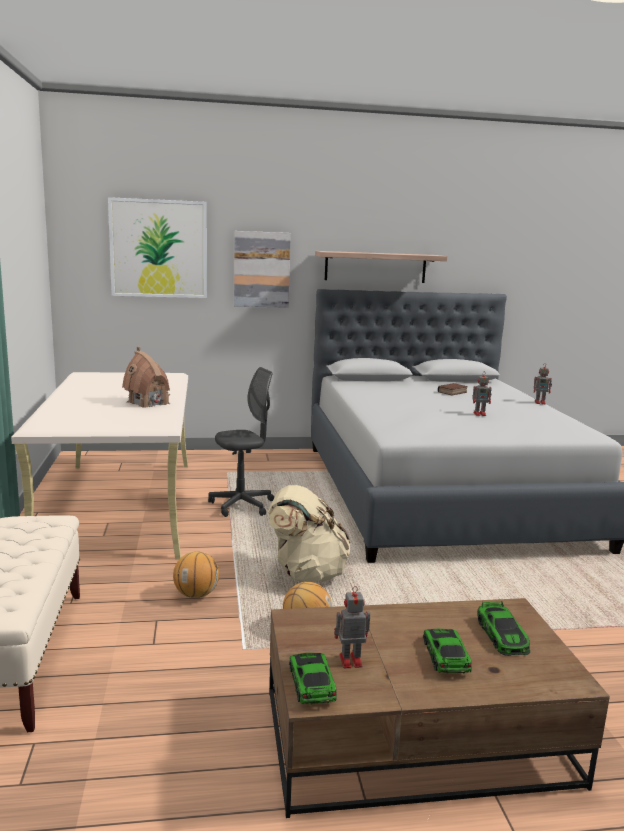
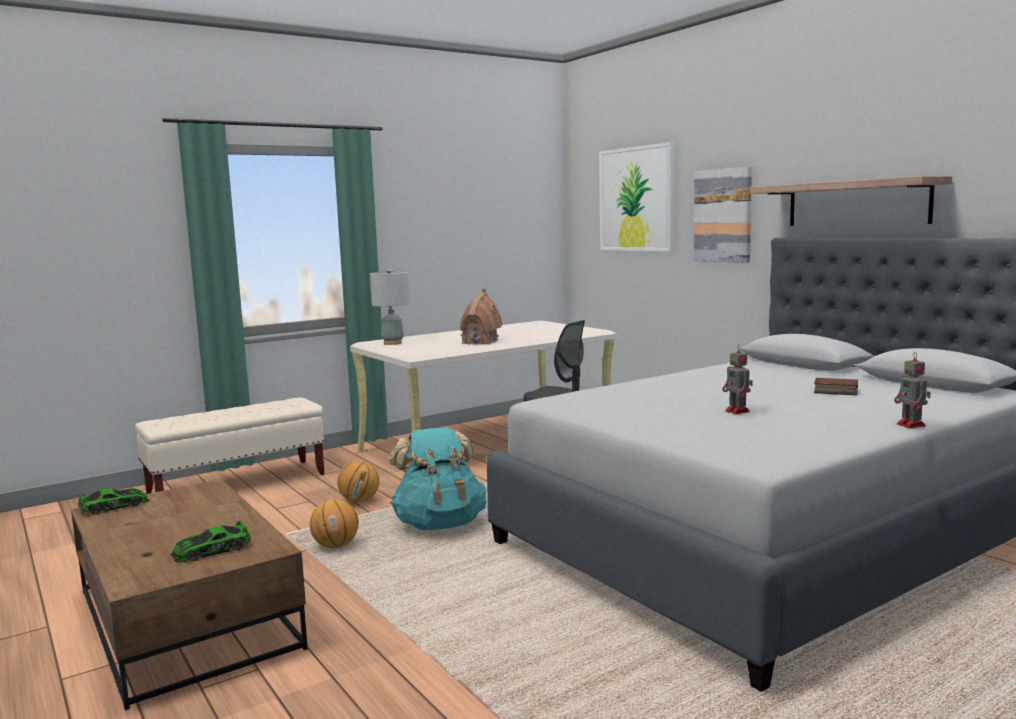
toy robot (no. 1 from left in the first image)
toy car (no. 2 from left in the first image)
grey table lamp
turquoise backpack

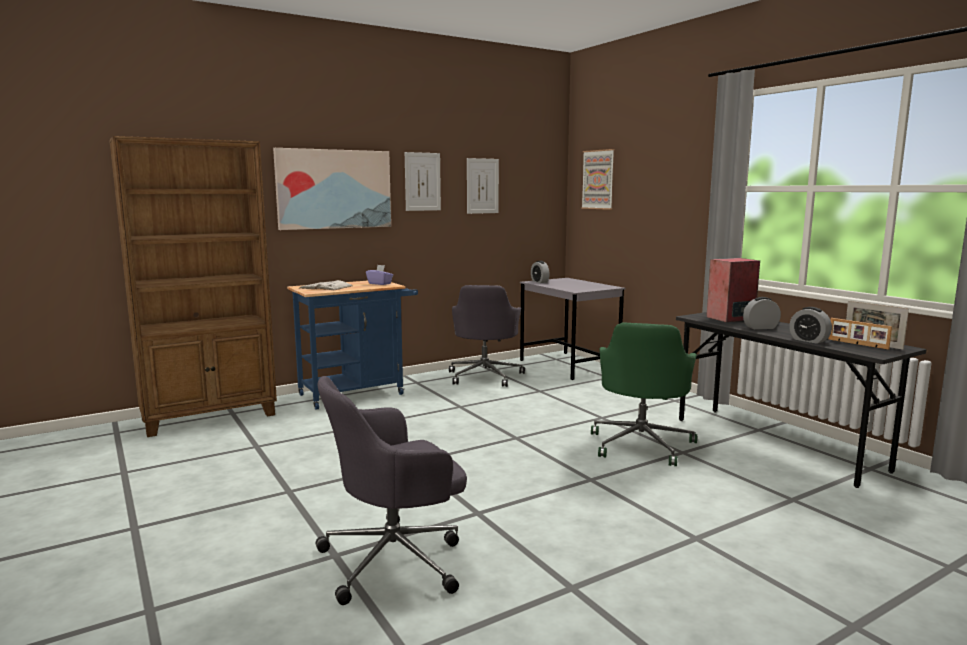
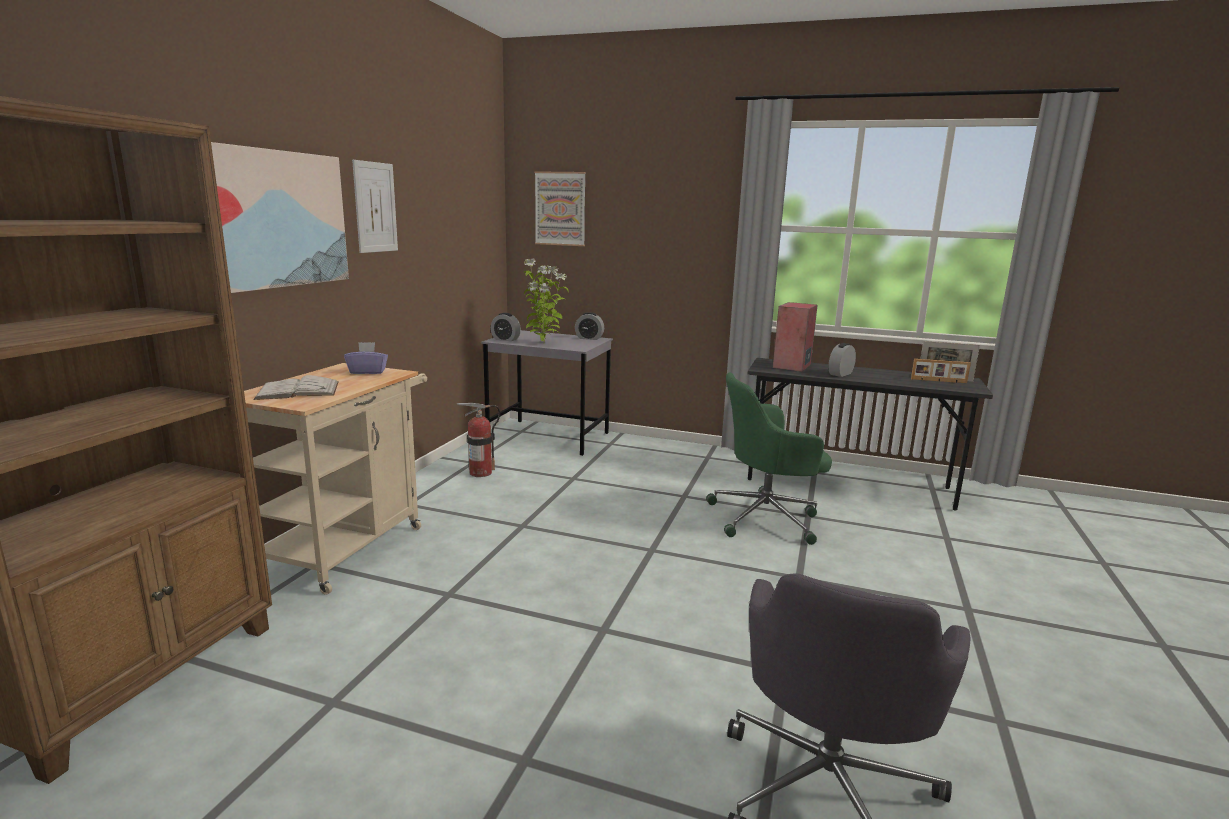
picture (no. 3 from left in the first image)
potted plant
alarm clock (no. 2 from left)
fire extinguisher
beige cart
green office chair

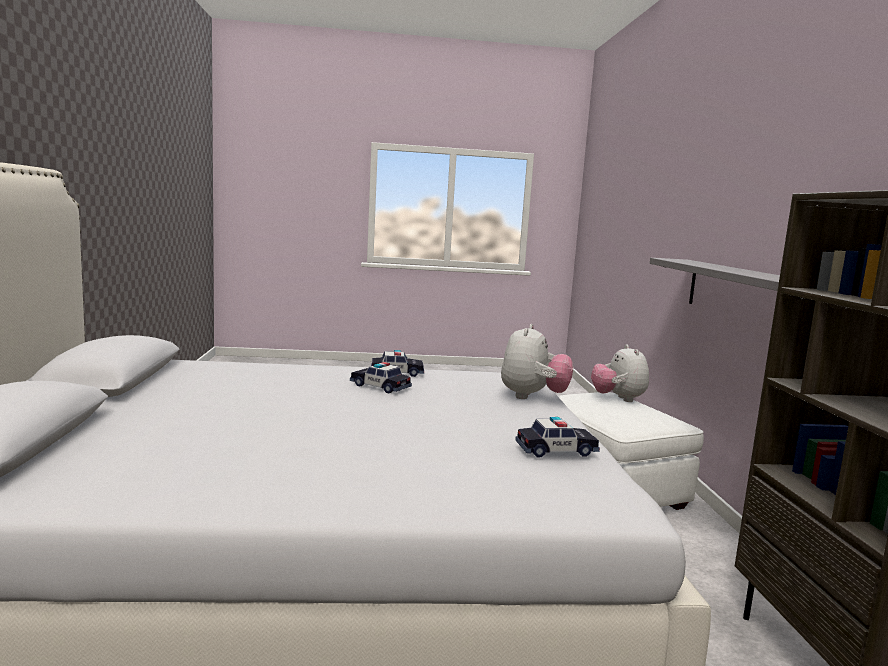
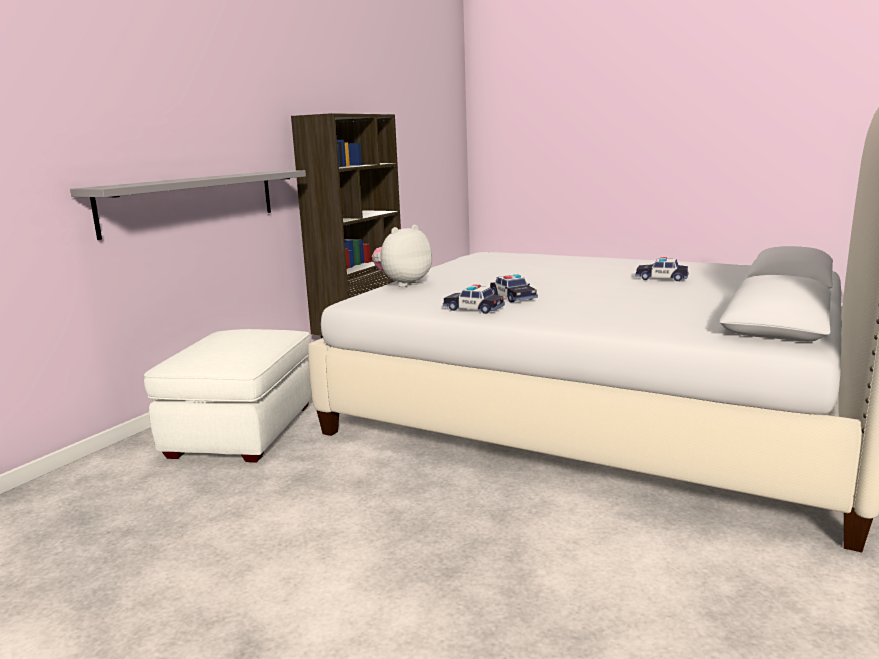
plush toy (no. 2 from left in the first image)
toy car (no. 3 from left)

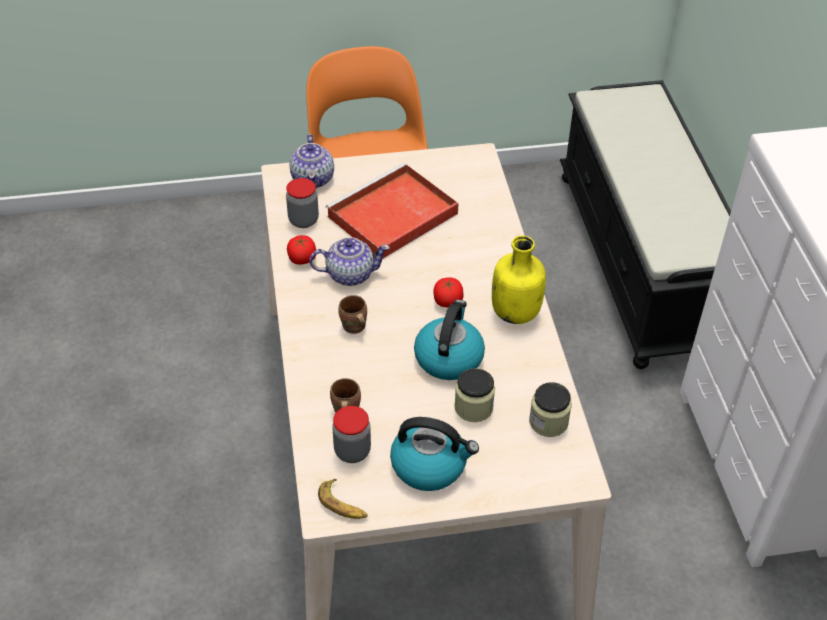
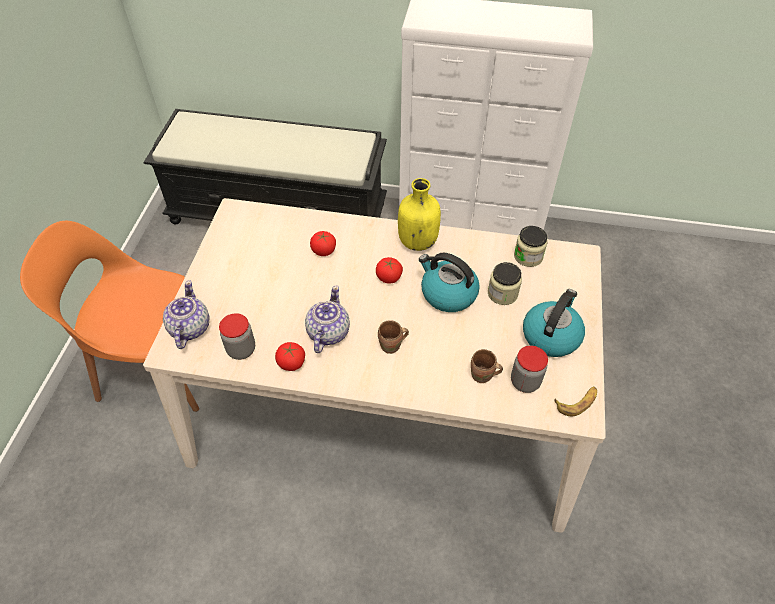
red tray
tomato (no. 2 from left)
teapot (no. 1 from left)

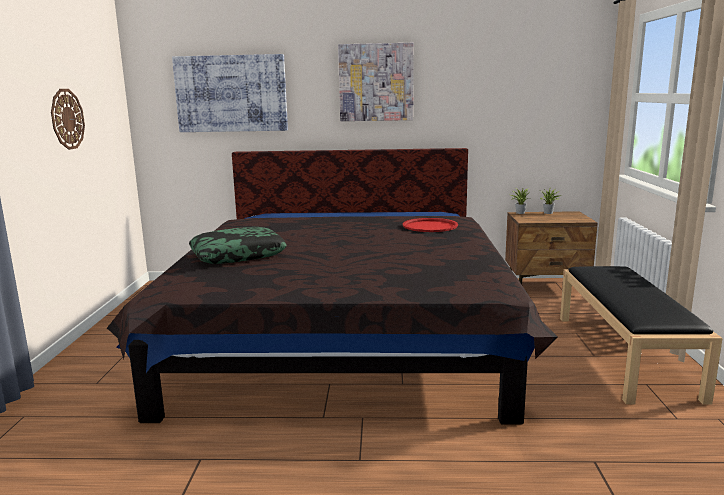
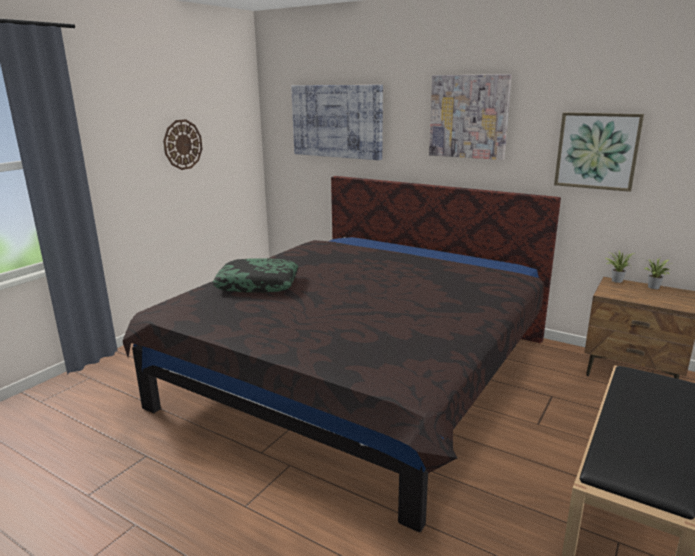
red tray
picture (no. 3 from left)

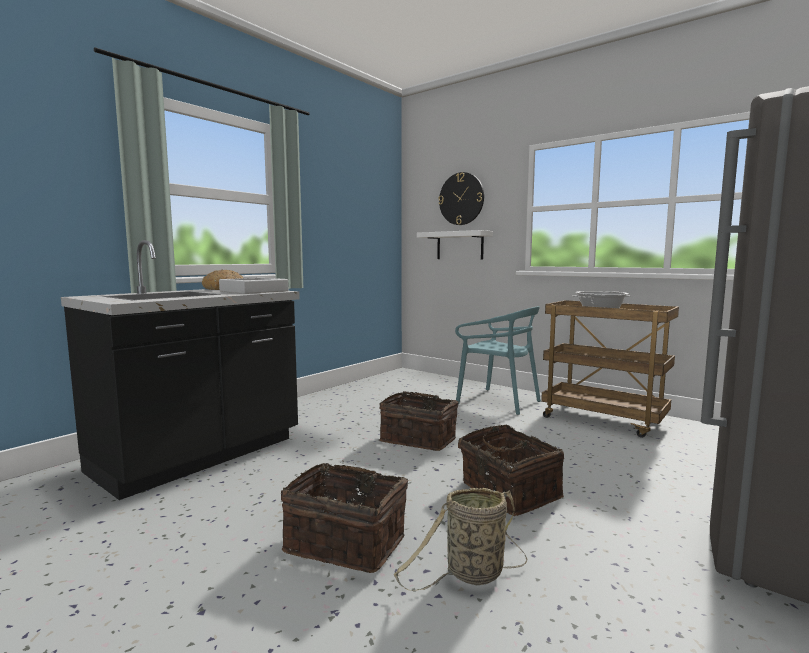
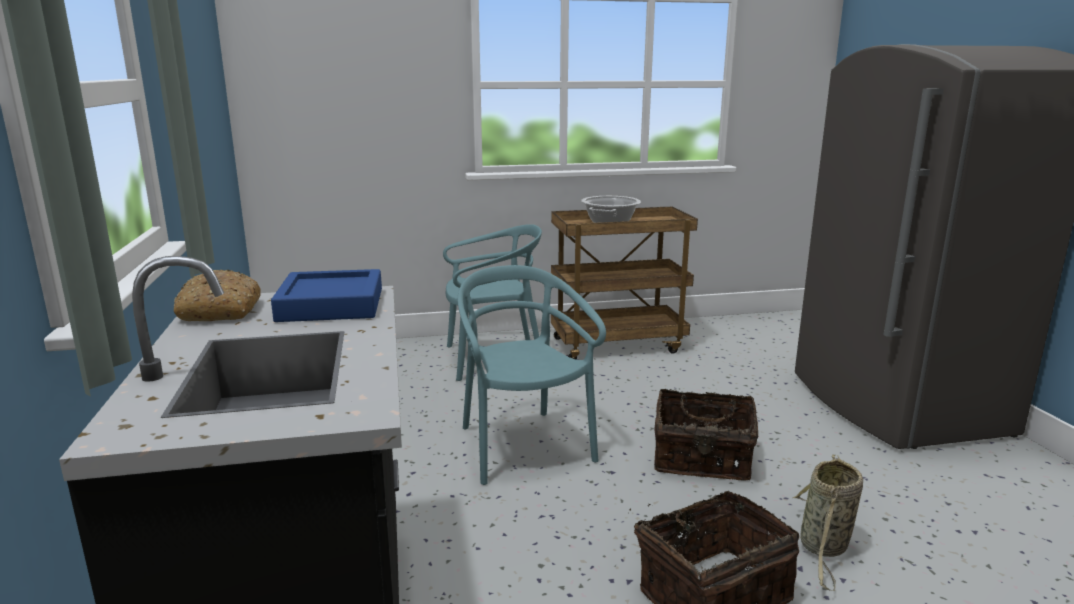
white shelf
wall clock
turquoise chair (no. 2 from left)
blue tray

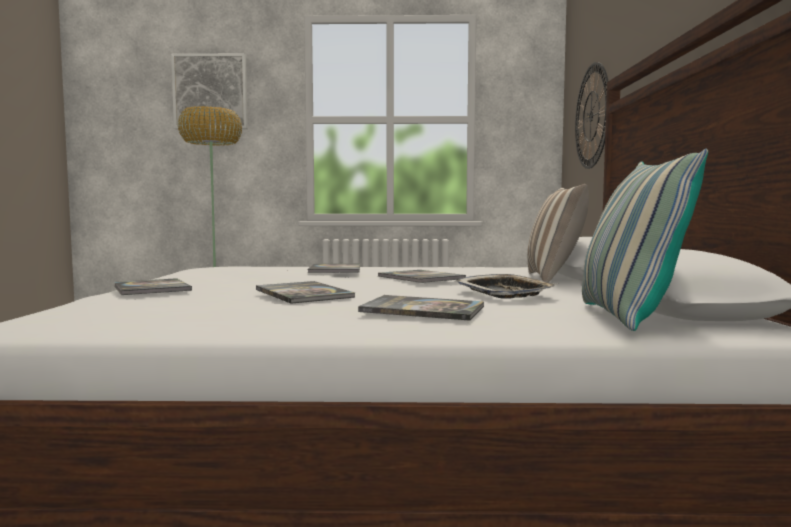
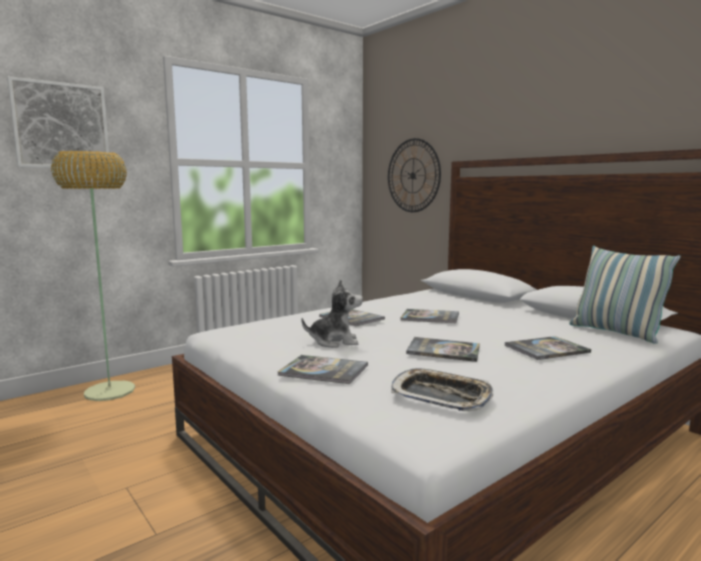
pillow (no. 1 from left in the first image)
plush toy
tray

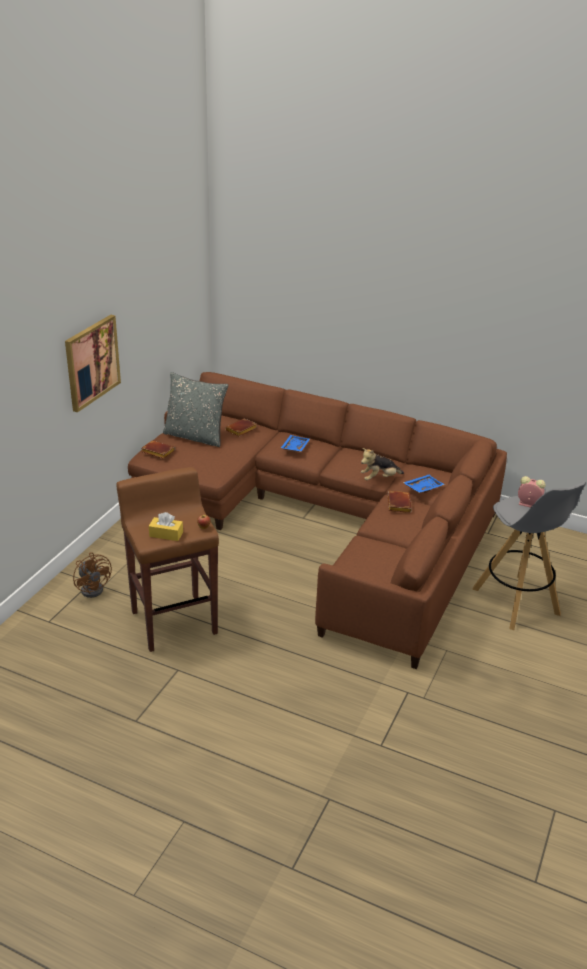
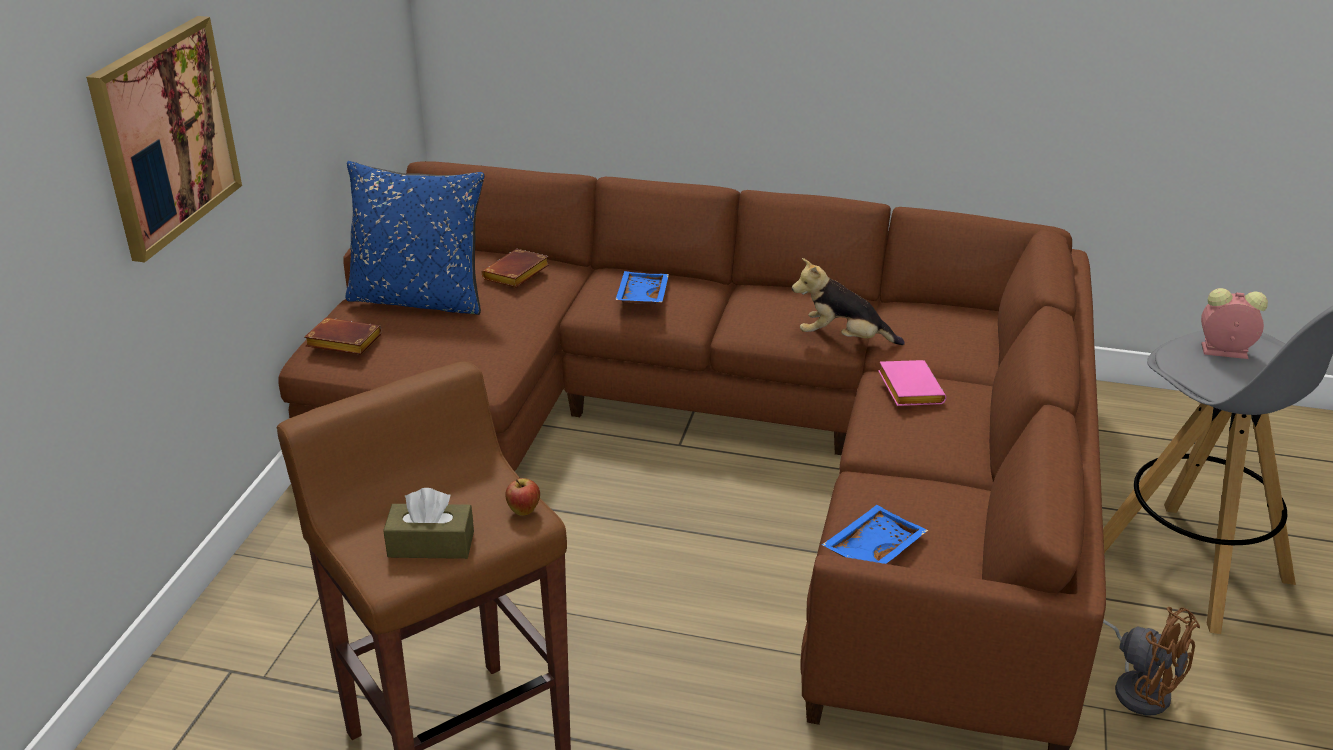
brown fan
blue tray (no. 2 from left)
brown tissue box
blue pillow
pink book
plush toy

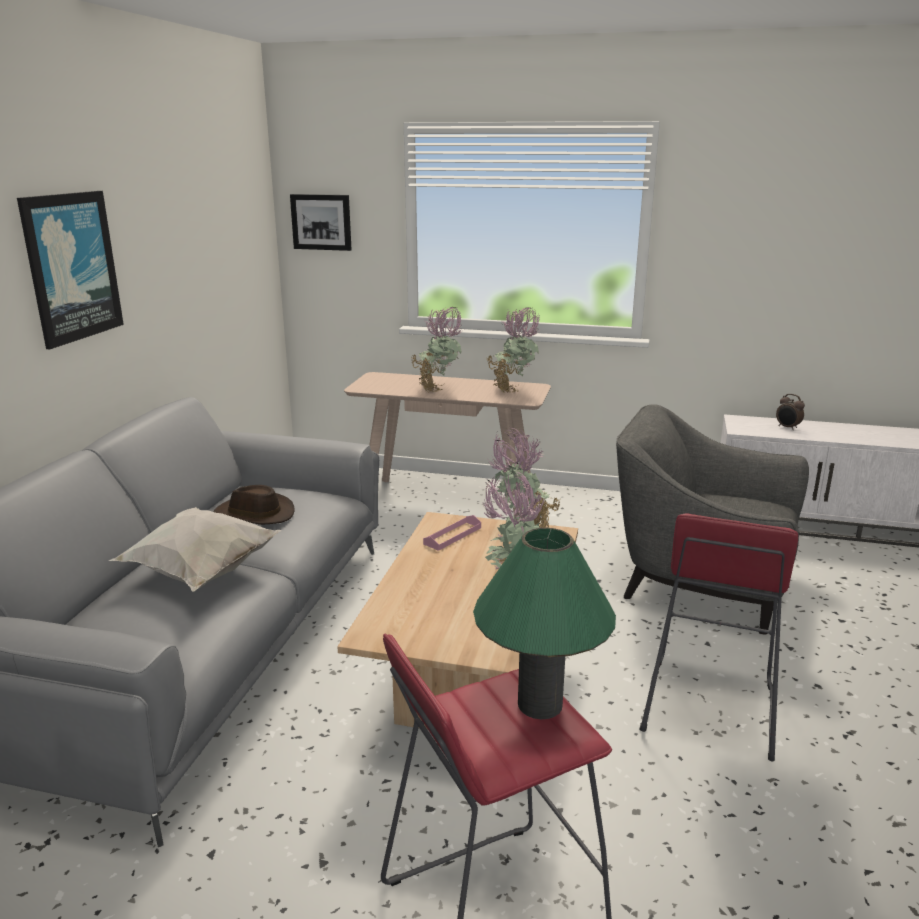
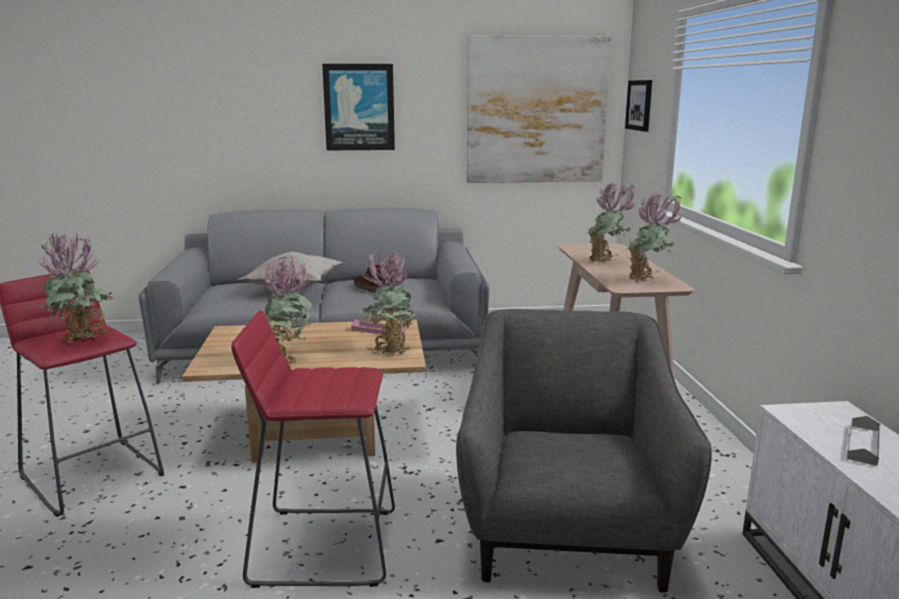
picture (no. 2 from left)
potted plant (no. 1 from left)
grey tray

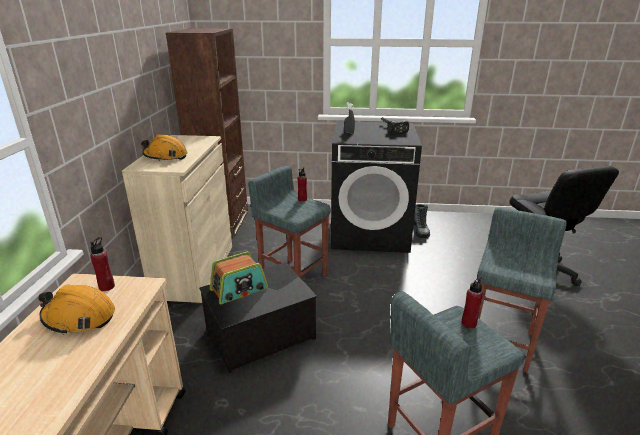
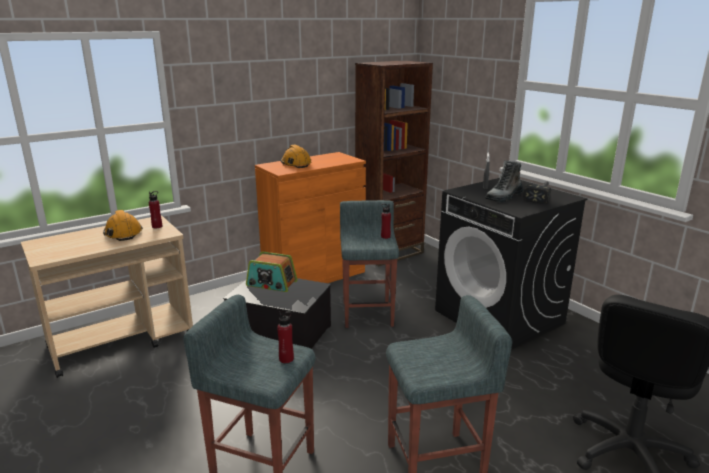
boot
orange cabinet

